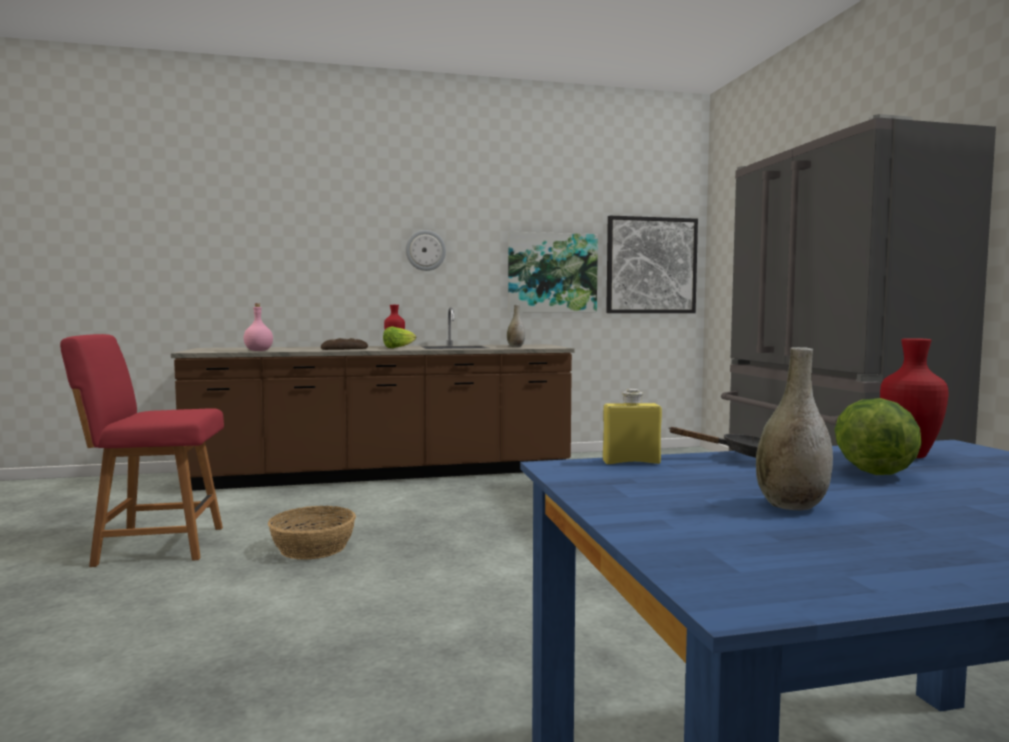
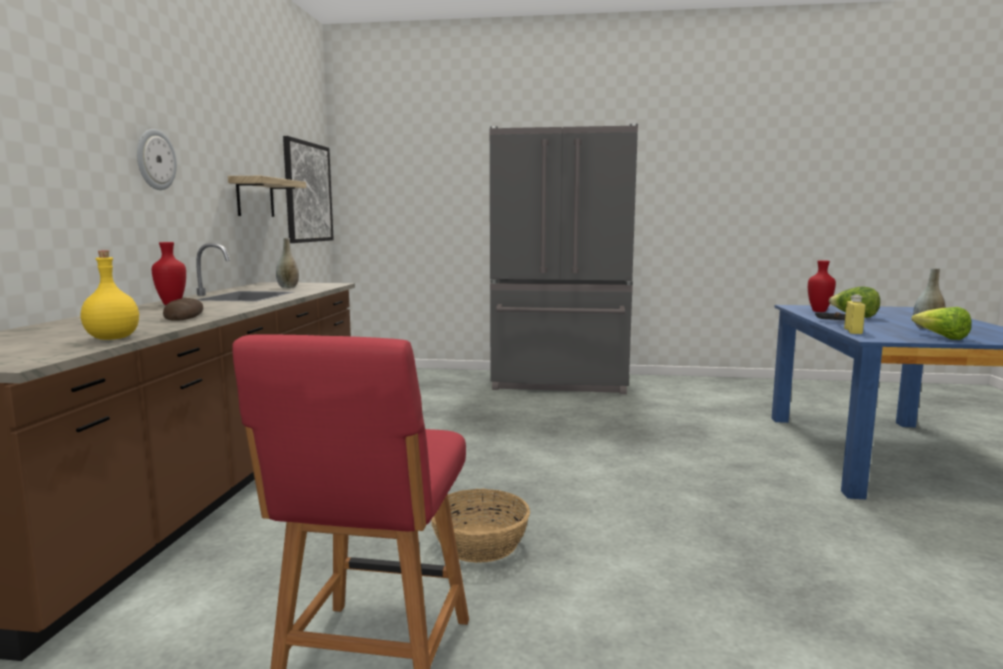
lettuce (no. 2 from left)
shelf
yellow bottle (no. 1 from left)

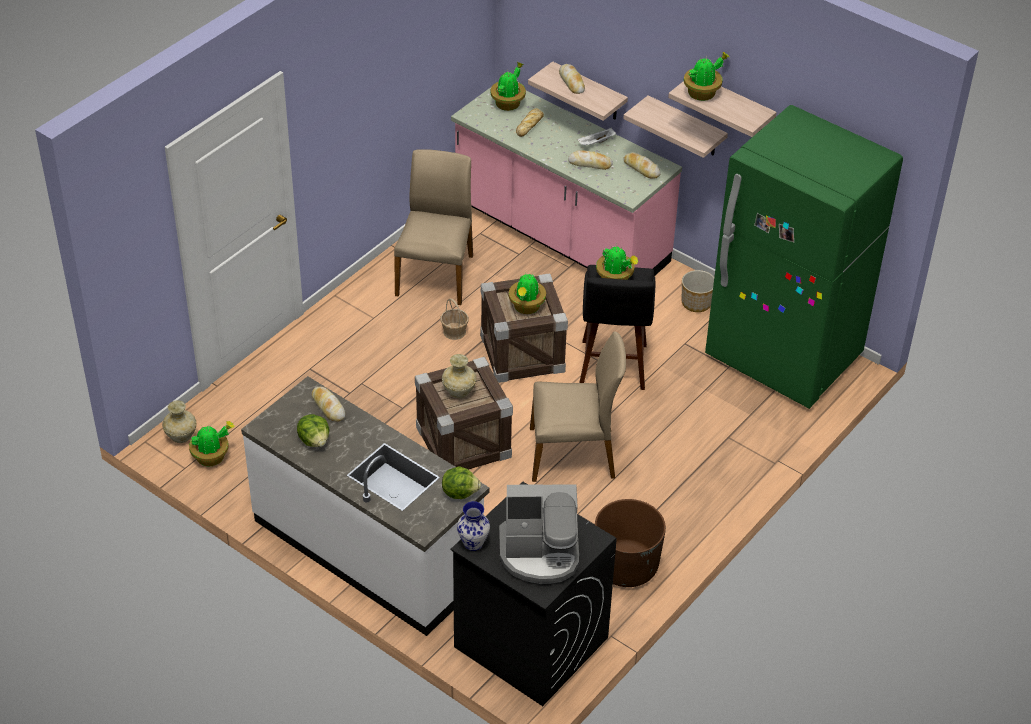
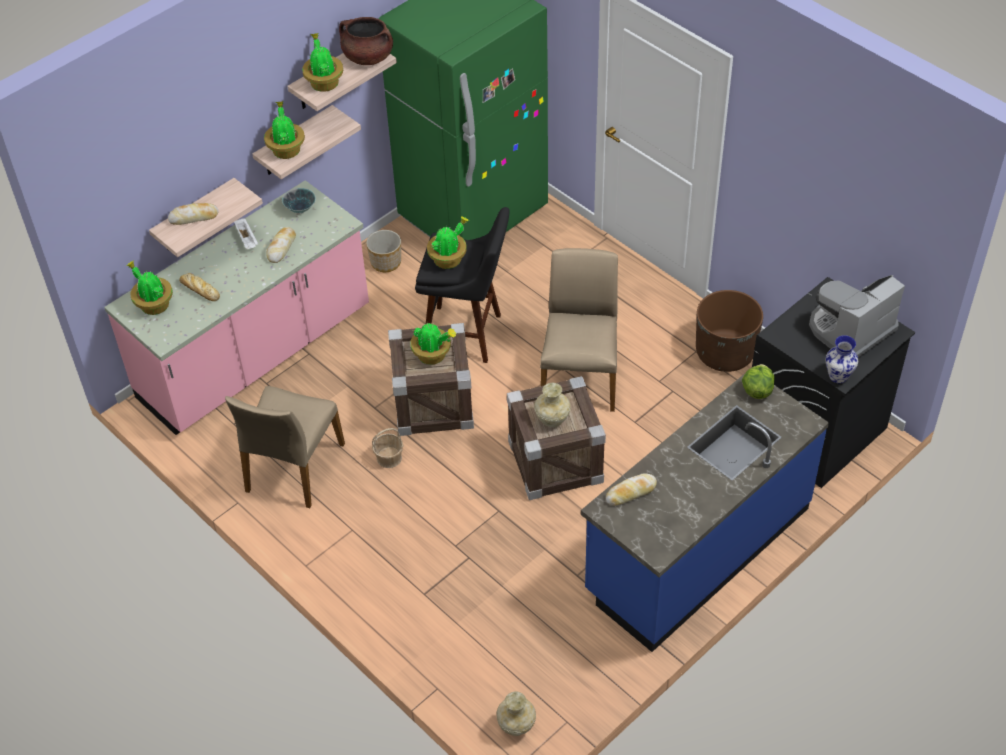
lettuce (no. 1 from left in the first image)
brown cooking pot
potted plant (no. 2 from left)
bowl
blue counter
beige chair (no. 1 from left)
coffee machine

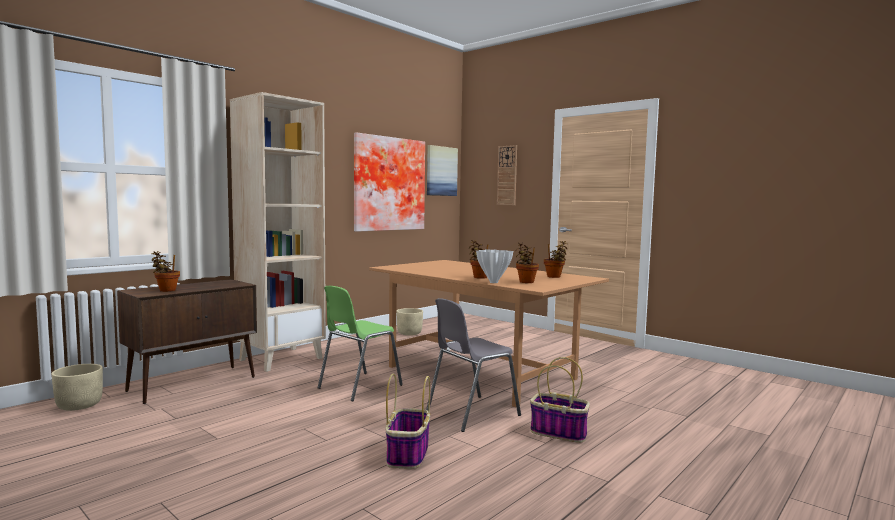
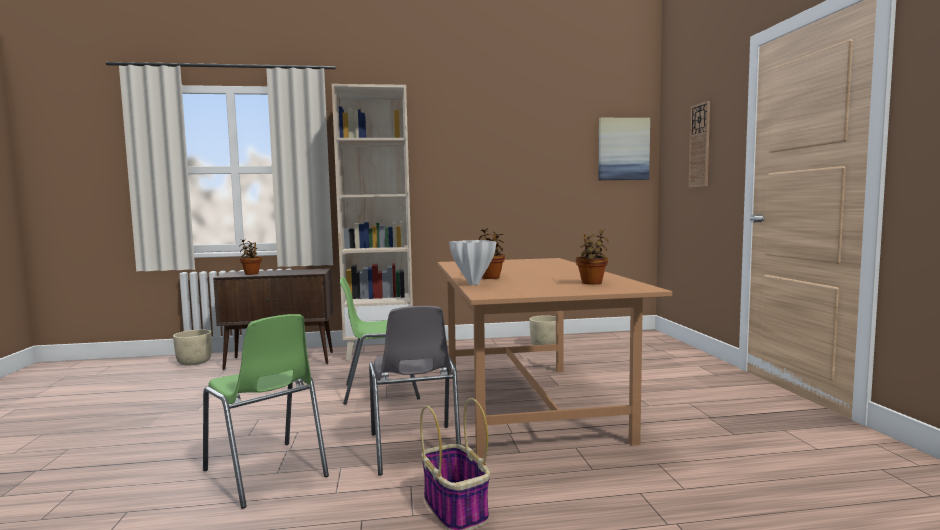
picture (no. 1 from left in the first image)
potted plant (no. 3 from left in the first image)
green chair (no. 1 from left)
grey chair

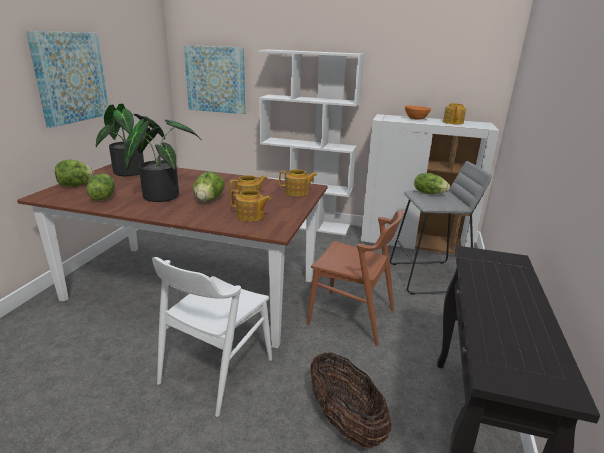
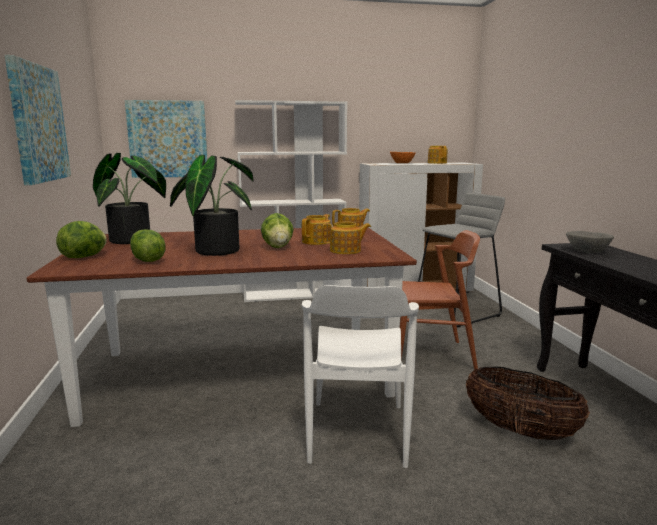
lettuce (no. 4 from left in the first image)
grey bowl

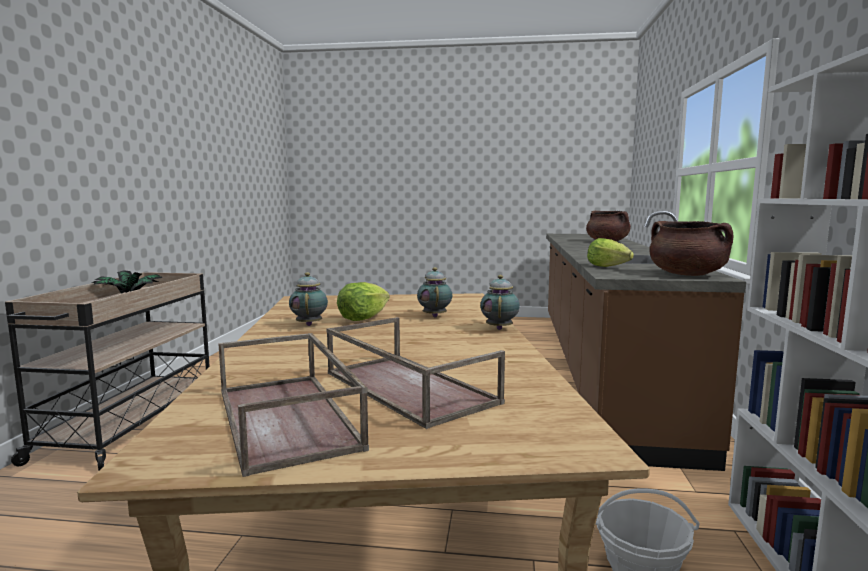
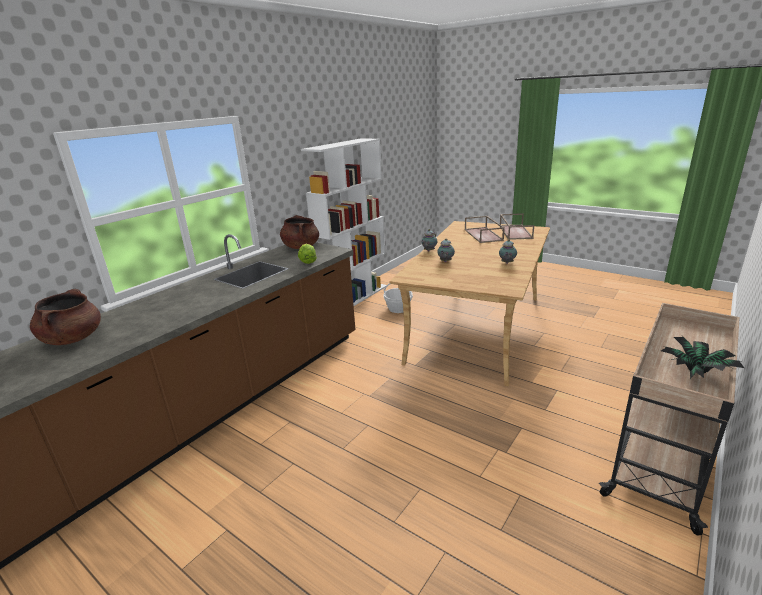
lettuce (no. 1 from left in the first image)

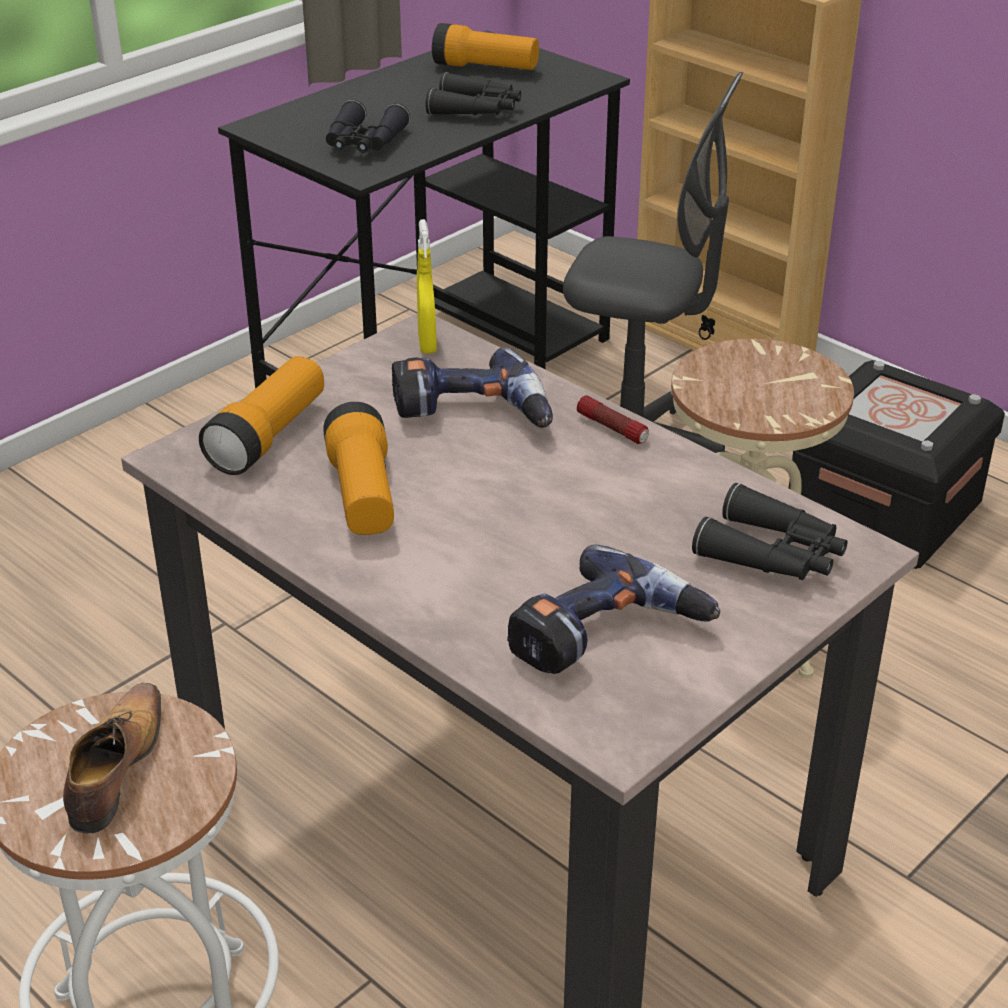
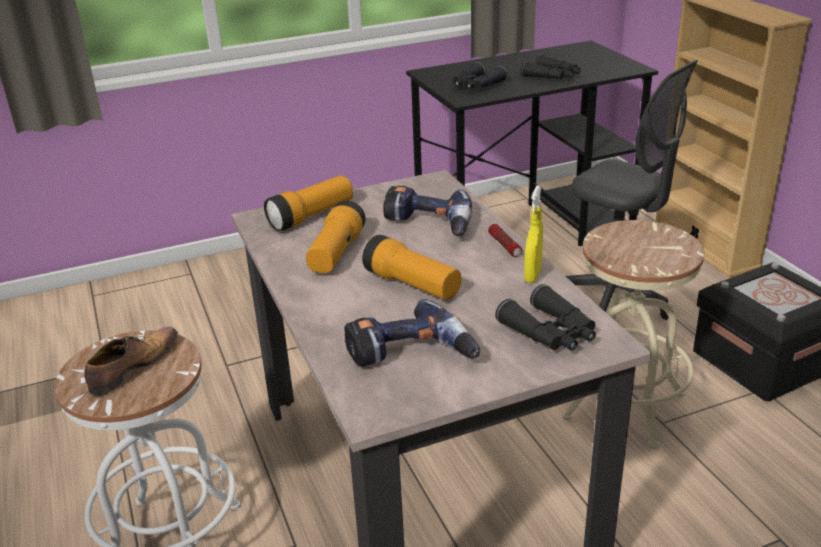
yellow spray bottle
flashlight (no. 3 from left)

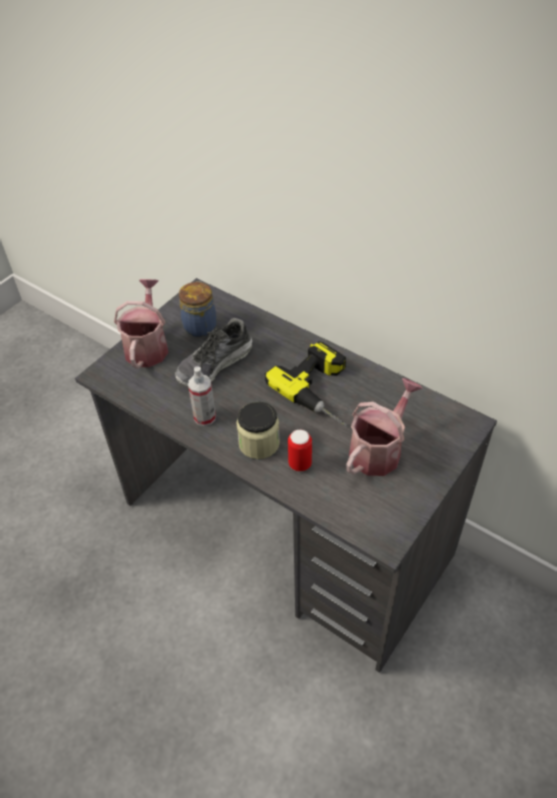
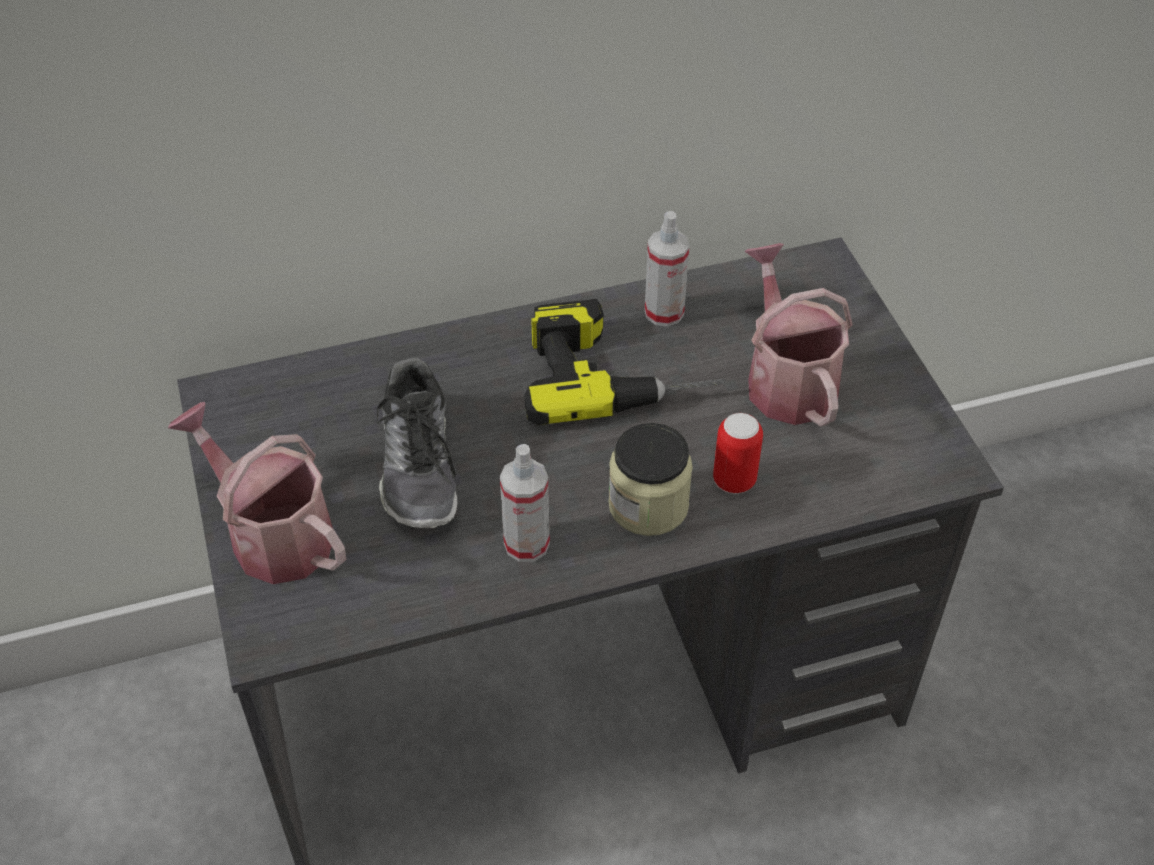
jar (no. 1 from left in the first image)
spray bottle (no. 2 from left)

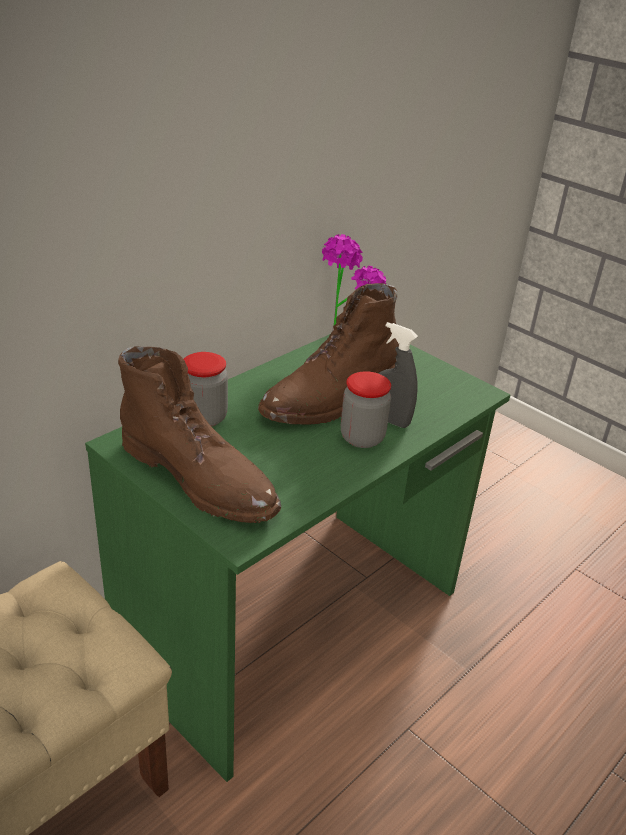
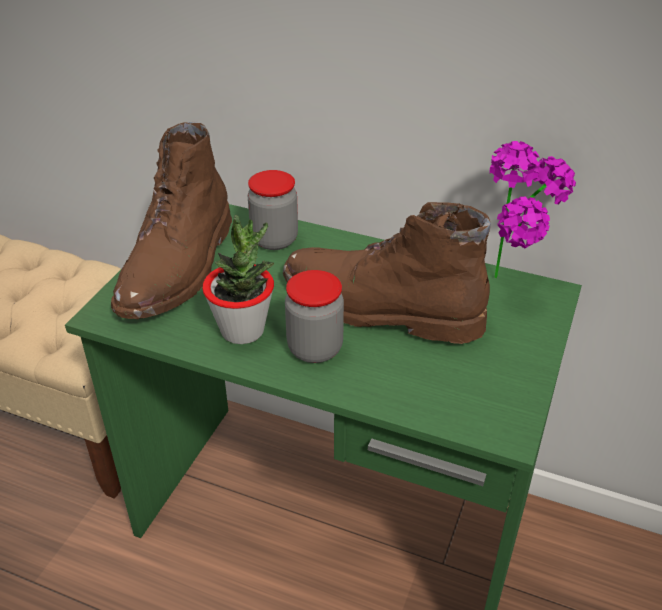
grey spray bottle
potted plant (no. 1 from left)

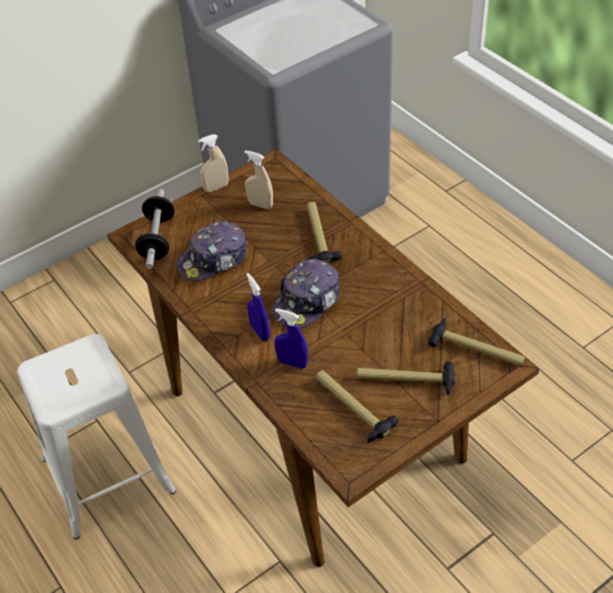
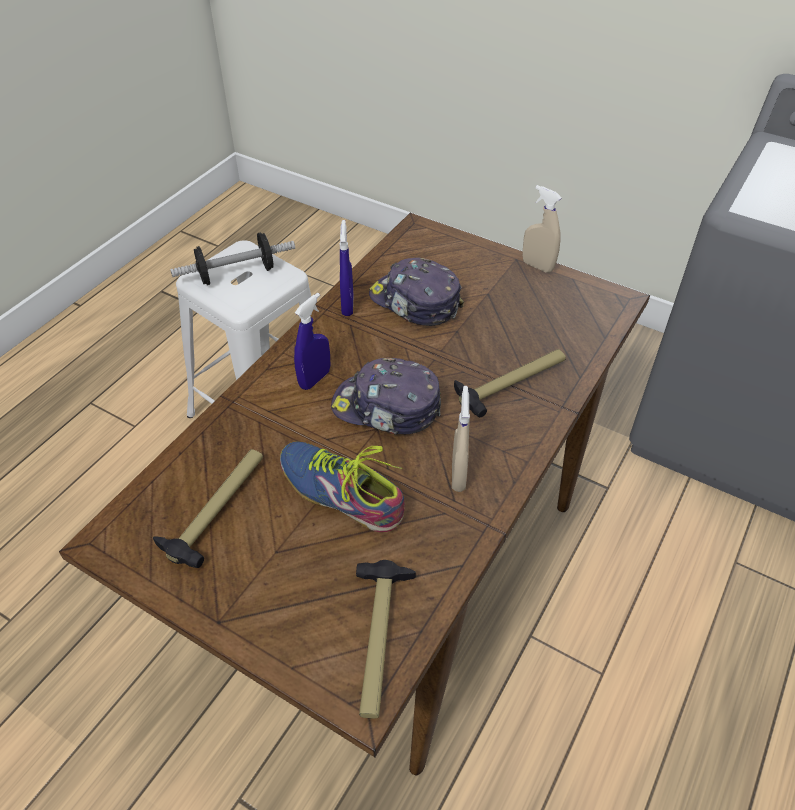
hammer (no. 3 from left in the first image)
shoe
dumbbell
beige spray bottle (no. 1 from left)
blue spray bottle (no. 2 from left)

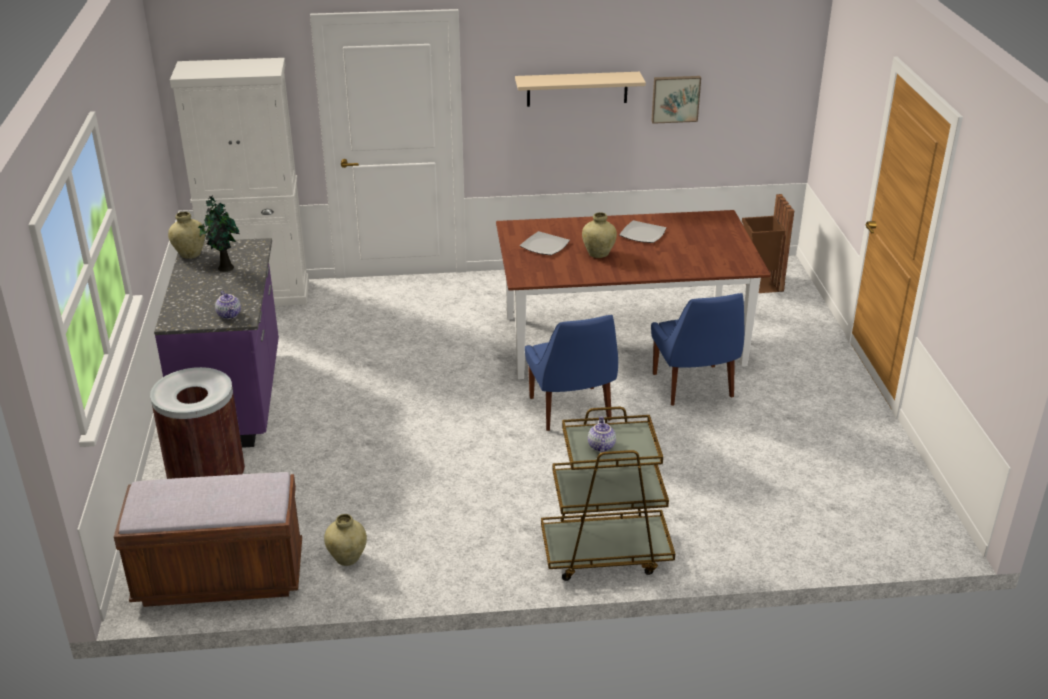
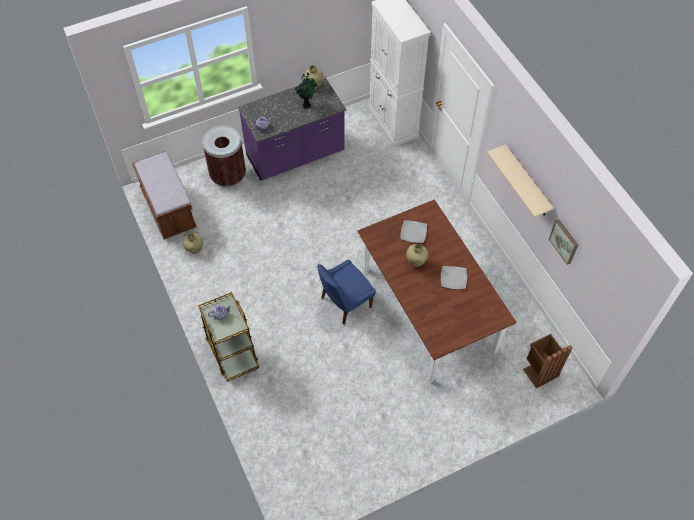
blue chair (no. 2 from left in the first image)

